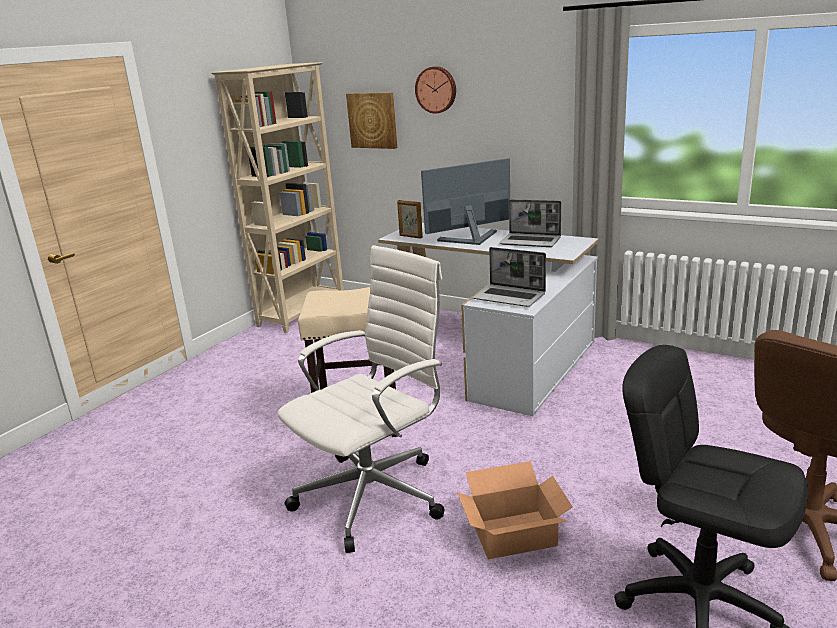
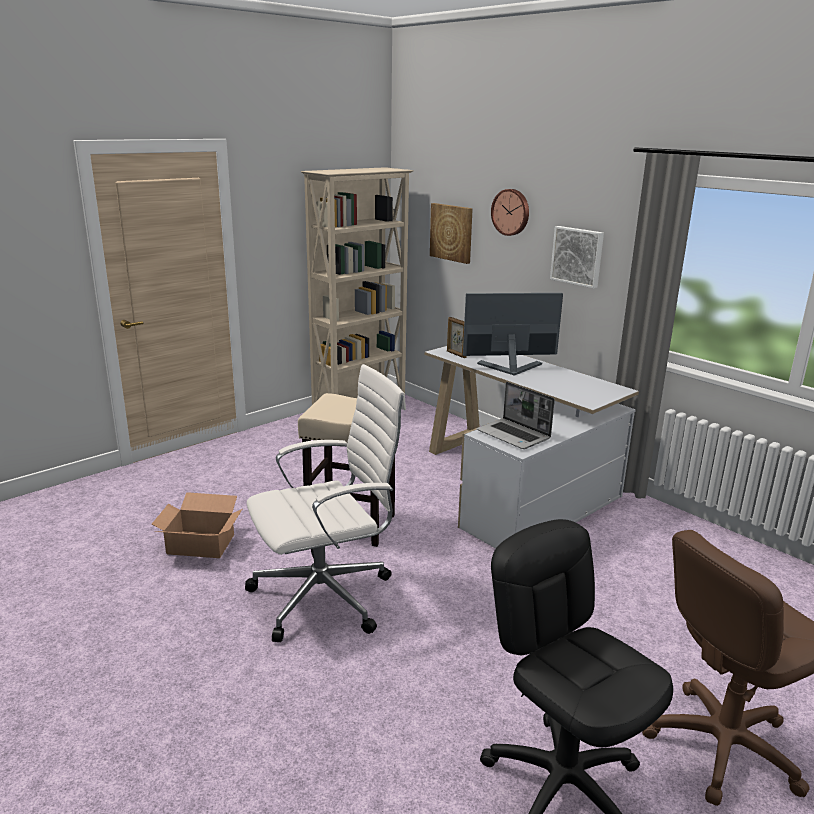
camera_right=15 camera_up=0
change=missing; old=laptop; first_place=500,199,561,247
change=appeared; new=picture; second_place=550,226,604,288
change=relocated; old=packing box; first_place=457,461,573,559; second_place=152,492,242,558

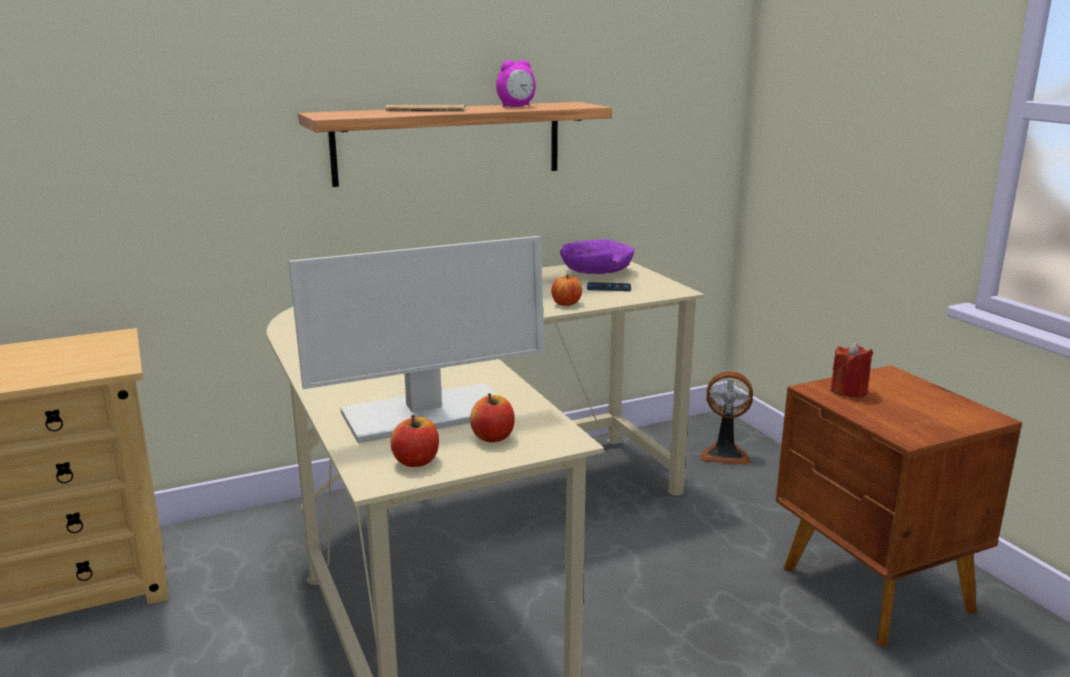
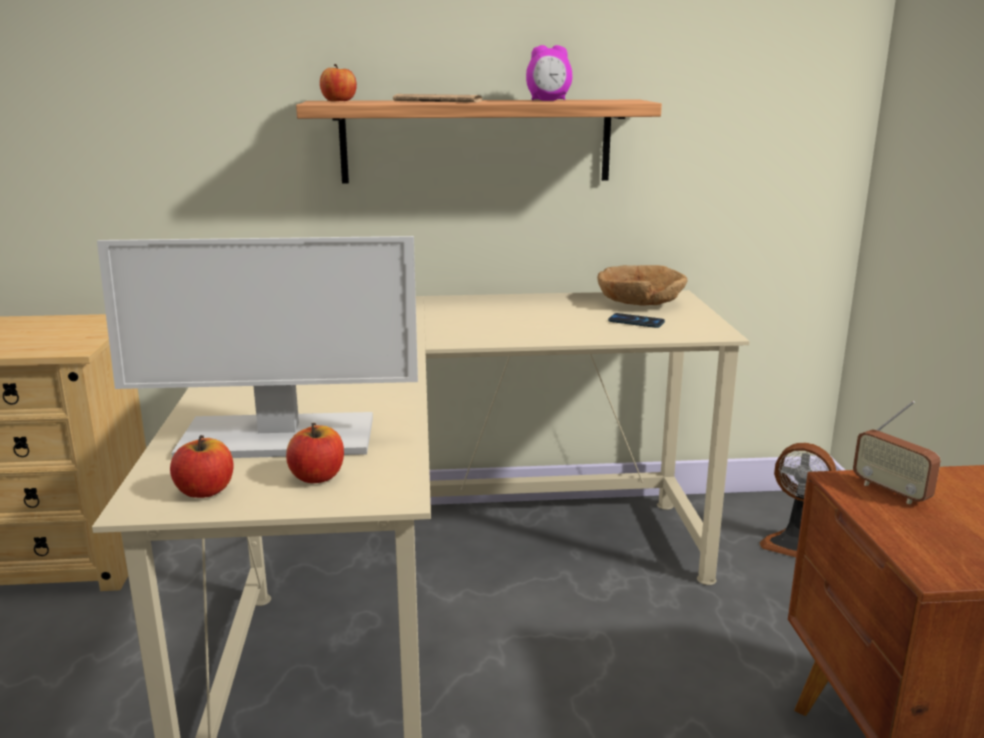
camera_right=20 camera_up=0
change=relocated; old=apple fruit; first_place=551,275,582,306; second_place=320,64,357,101
change=exchanged; old=reddish wax candle; new=radio; first_place=831,342,873,398; second_place=853,401,941,504
change=colour; old=purple-coloured deep dish; new=brownish deep dish; first_place=560,239,634,274; second_place=597,265,687,306

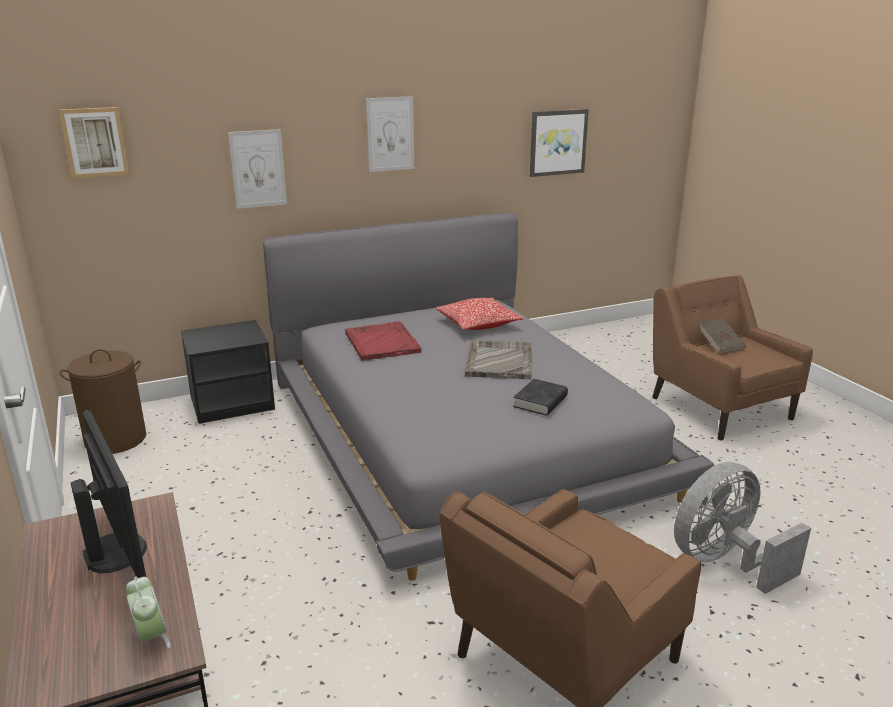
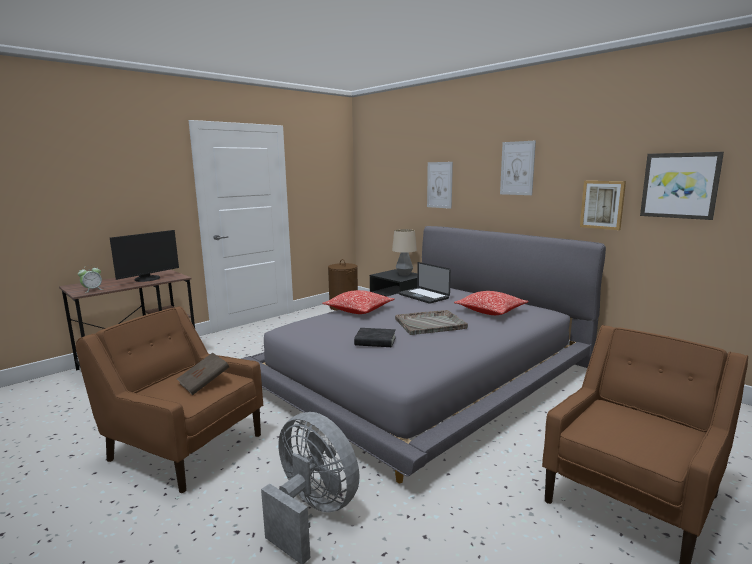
camera_right=70 camera_up=-10
change=appeared; new=throw pillow; second_place=322,290,394,314
change=appeared; new=tabletop lamp; second_place=392,229,417,276
change=relocated; old=picture; first_place=59,107,129,178; second_place=580,181,626,230
change=relocated; old=brownish bound book; first_place=700,318,746,354; second_place=177,353,229,395
change=exchanged; old=reddish tray; new=laptop; first_place=345,321,422,361; second_place=398,262,451,304

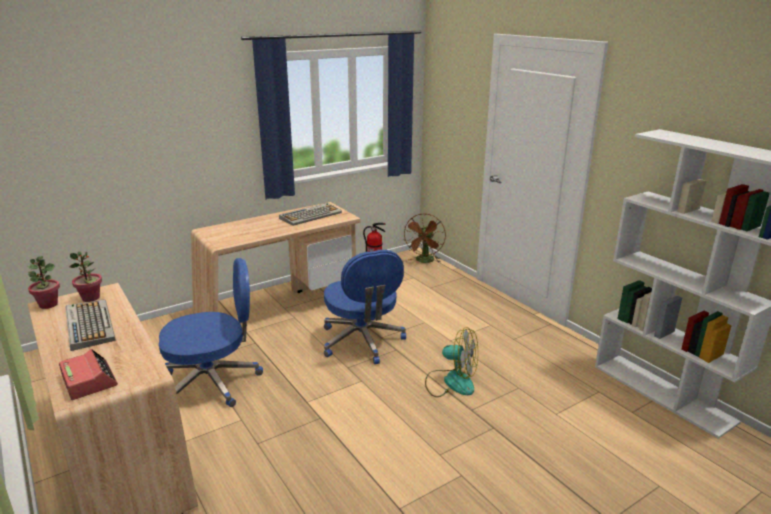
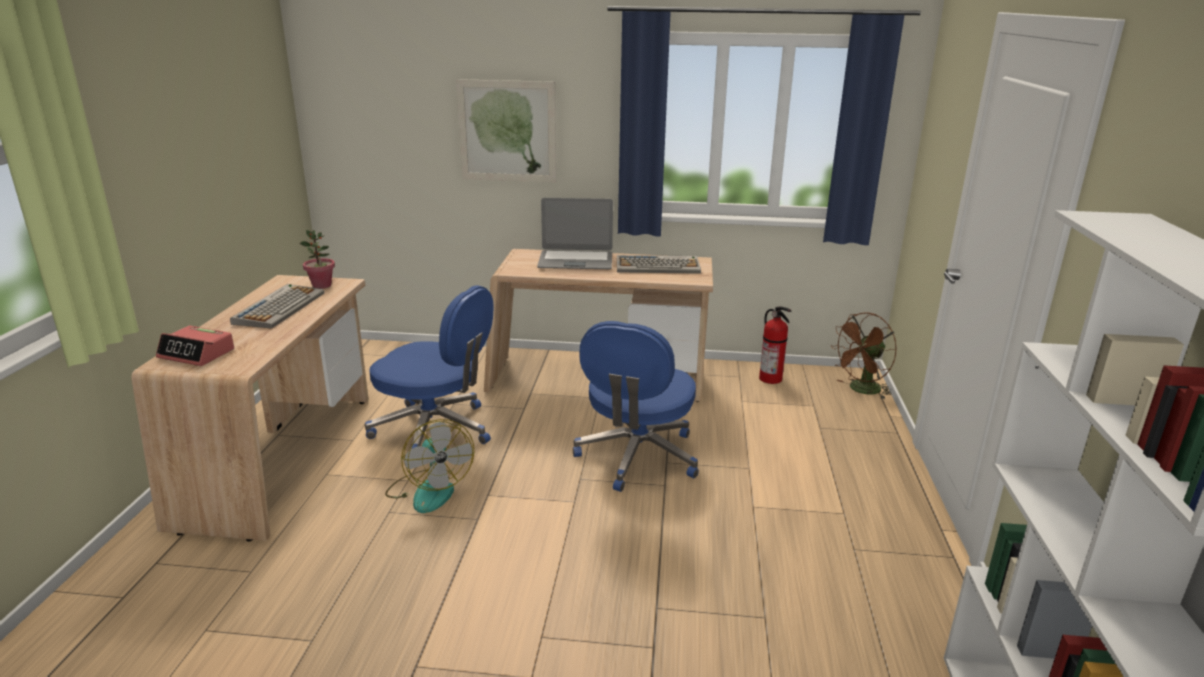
camera_right=40 camera_up=0
change=missing; old=plant in a pot; first_place=28,256,60,309
change=appeared; new=picture; second_place=456,79,556,183
change=appeared; new=laptop; second_place=537,198,613,269
change=relocated; old=fan; first_place=425,327,478,397; second_place=385,419,474,513
change=spun; old=alarm clock; first_place=59,349,118,400; second_place=156,325,234,366; degrees=105

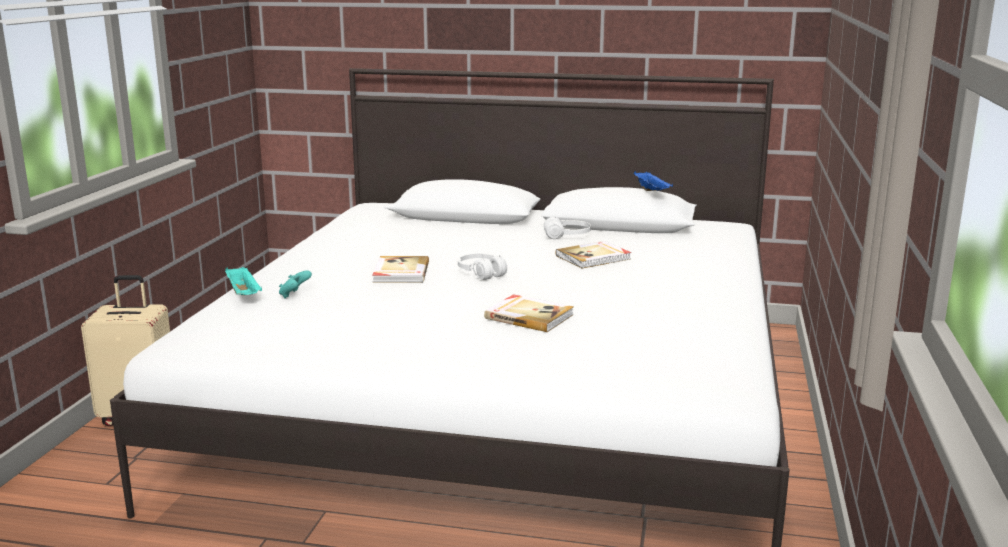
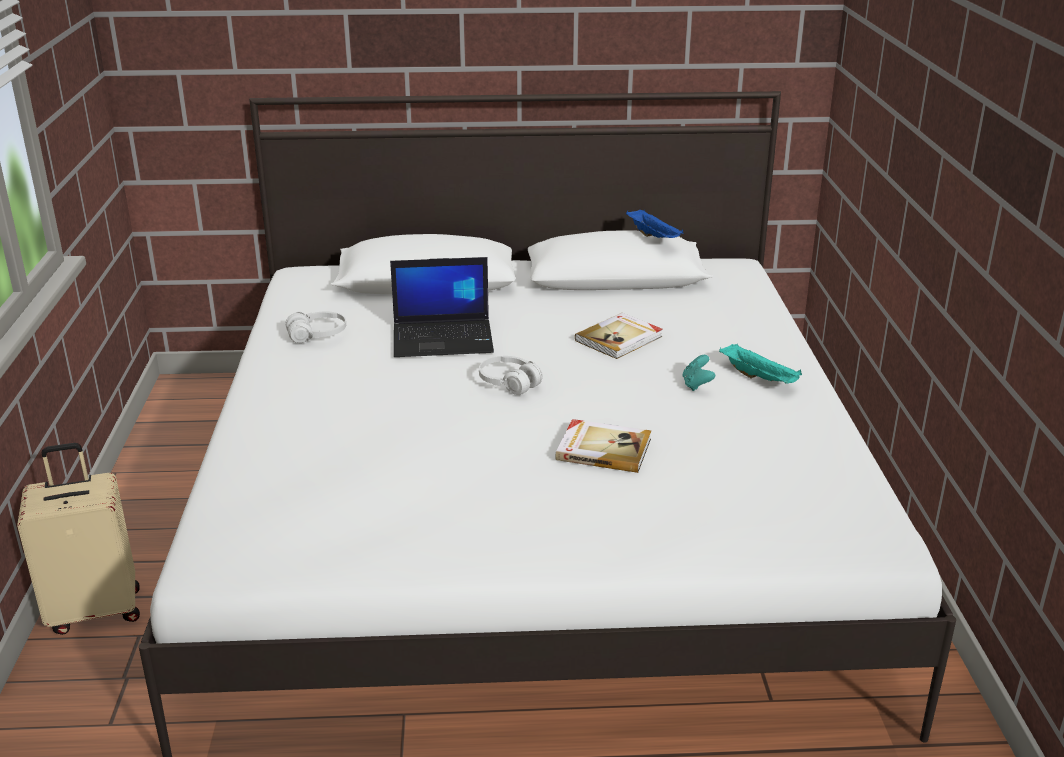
camera_right=-15 camera_up=10
change=missing; old=bound book; first_place=372,256,429,283
change=appeared; new=laptop; second_place=390,257,494,357
change=relocated; old=turquoise-coloured tray; first_place=225,267,262,295; second_place=719,344,802,384
change=relocated; old=turquoise-coloured joypad; first_place=279,270,312,299; second_place=682,355,715,391
change=relocated; old=white-coloured headphones; first_place=544,216,591,239; second_place=285,311,346,343

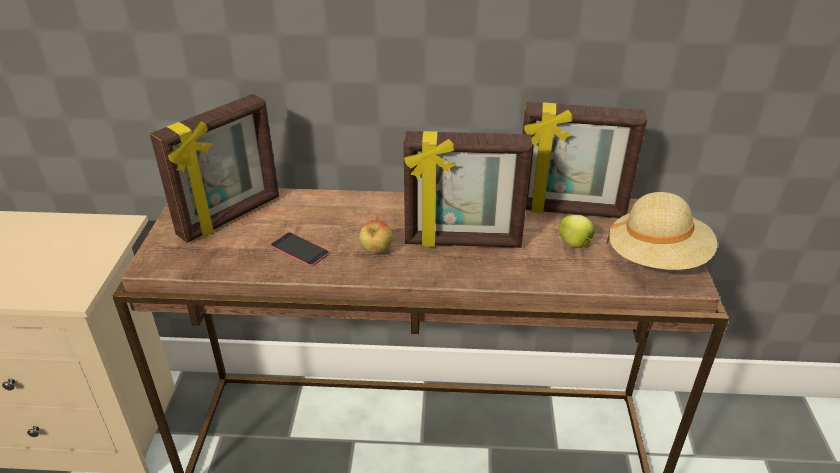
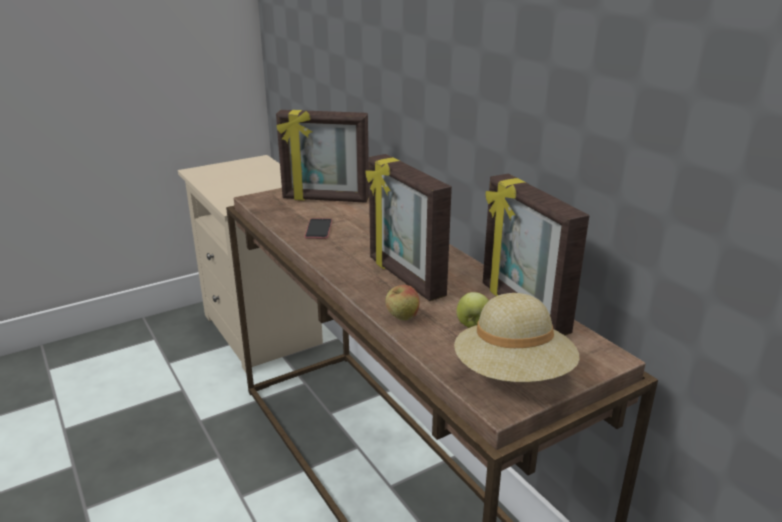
camera_right=55 camera_up=-10
change=relocated; old=apple fruit; first_place=359,220,392,253; second_place=385,285,419,321

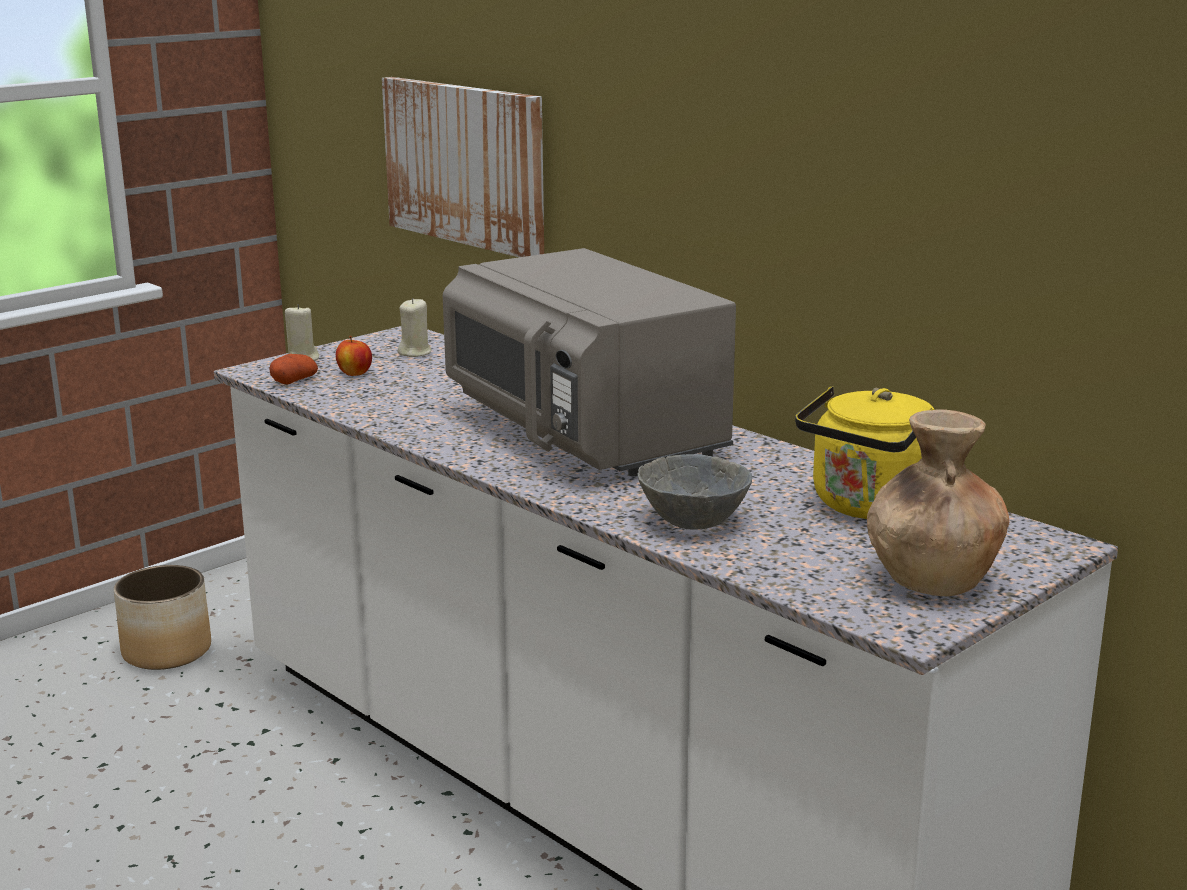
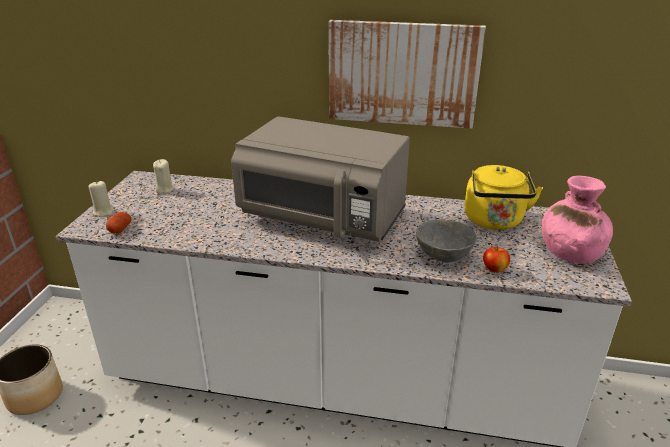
camera_right=-35 camera_up=10
change=relocated; old=apple fruit; first_place=336,336,372,376; second_place=483,246,510,273
change=relocated; old=picture; first_place=382,77,544,257; second_place=329,20,486,129
change=colour; old=brownish decorative vase; new=pink decorative vase; first_place=867,409,1009,596; second_place=541,176,613,264

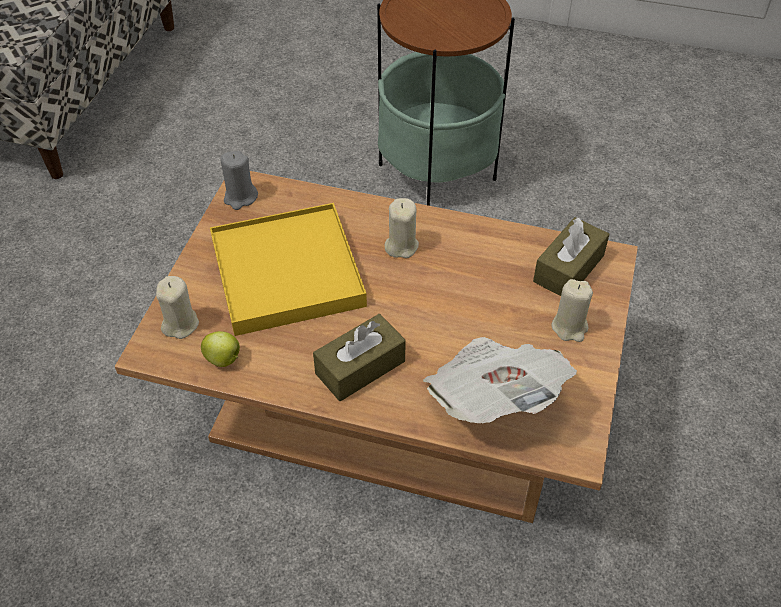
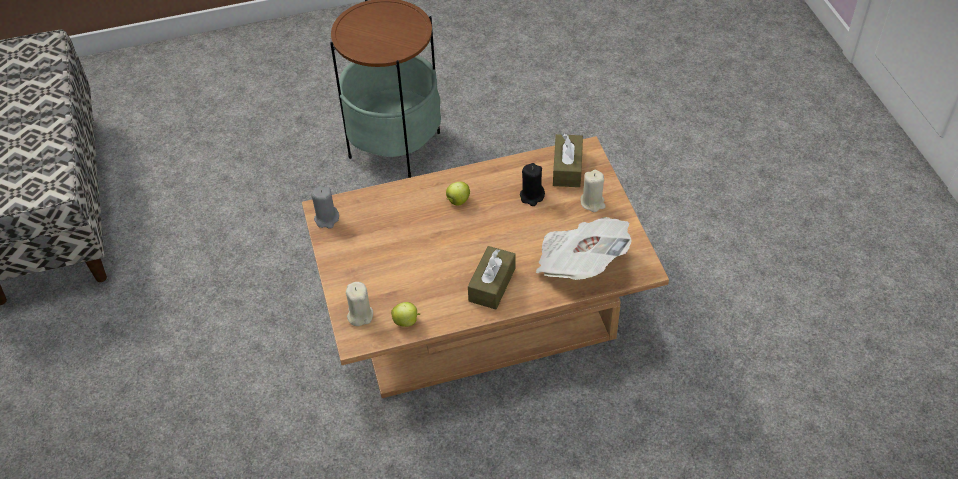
camera_right=-30 camera_up=0
change=missing; old=yellow-coloured tray; first_place=210,203,367,336
change=appeared; new=black wax candle; second_place=520,163,545,206
change=exchanged; old=sand-coloured wax candle; new=apple fruit; first_place=385,198,419,258; second_place=446,182,470,206

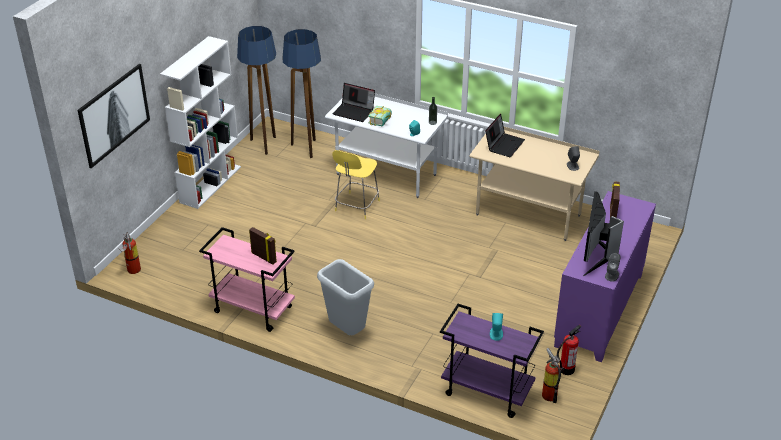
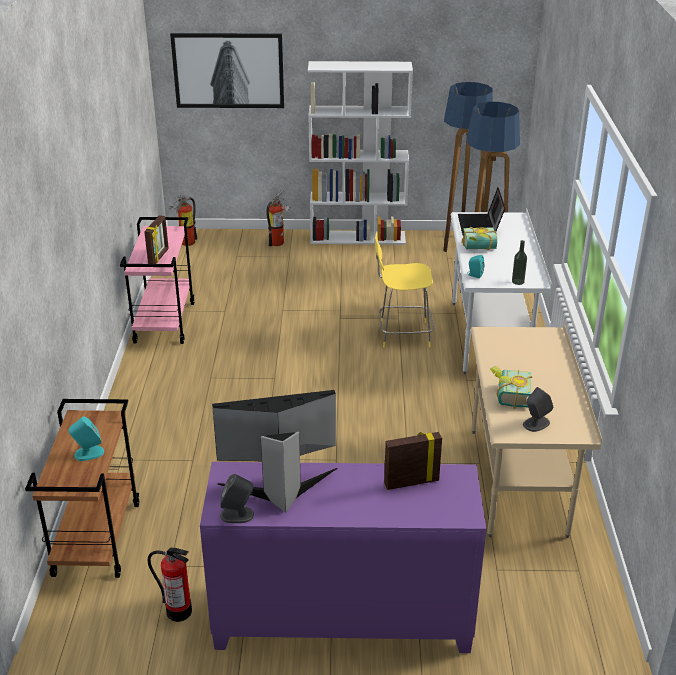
camera_right=65 camera_up=-5
change=missing; old=gray rubbish bin; first_place=317,259,374,335
change=missing; old=laptop; first_place=485,114,525,157
change=appeared; new=bound book; second_place=490,366,532,409
change=relocated; old=fire extinguisher; first_place=542,348,561,403; second_place=266,190,291,246
change=colour; old=purple-coloured trolley; new=brownish trolley; first_place=440,304,544,418; second_place=25,399,139,578

